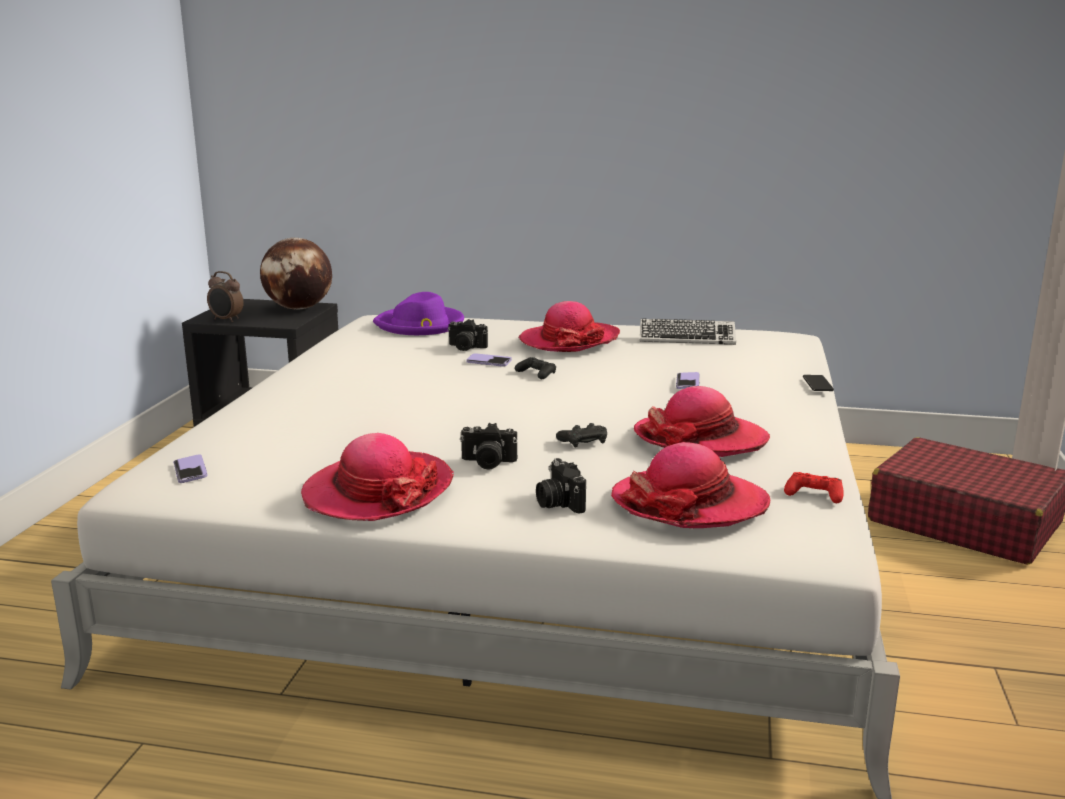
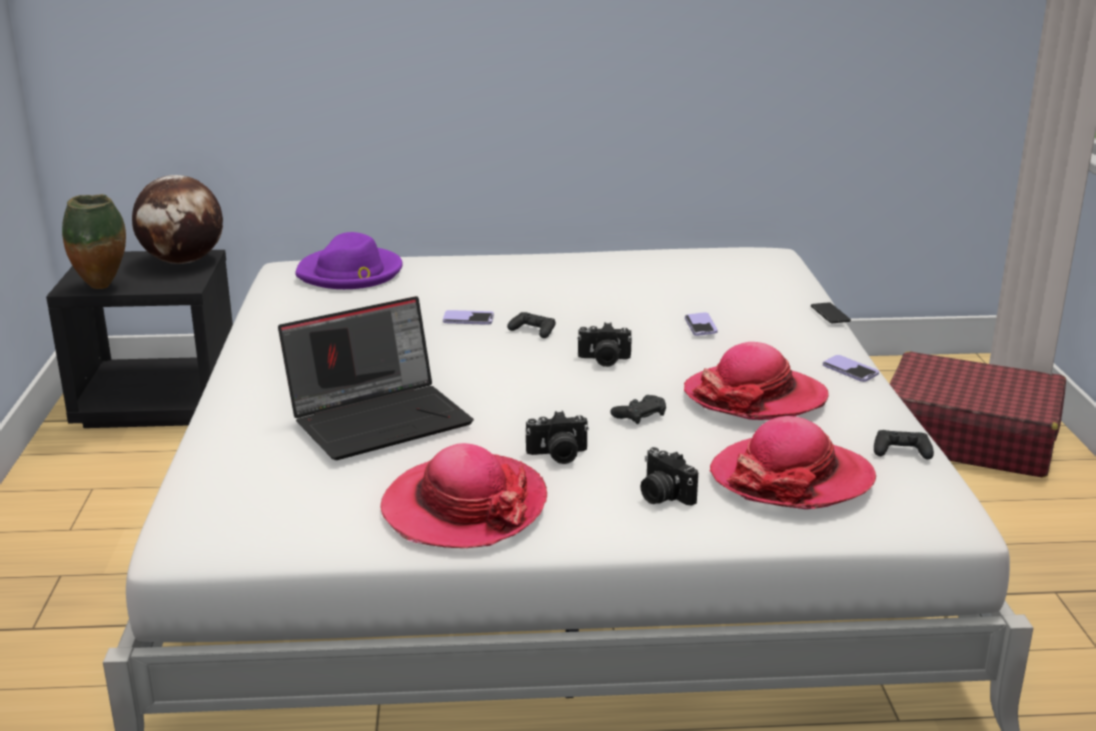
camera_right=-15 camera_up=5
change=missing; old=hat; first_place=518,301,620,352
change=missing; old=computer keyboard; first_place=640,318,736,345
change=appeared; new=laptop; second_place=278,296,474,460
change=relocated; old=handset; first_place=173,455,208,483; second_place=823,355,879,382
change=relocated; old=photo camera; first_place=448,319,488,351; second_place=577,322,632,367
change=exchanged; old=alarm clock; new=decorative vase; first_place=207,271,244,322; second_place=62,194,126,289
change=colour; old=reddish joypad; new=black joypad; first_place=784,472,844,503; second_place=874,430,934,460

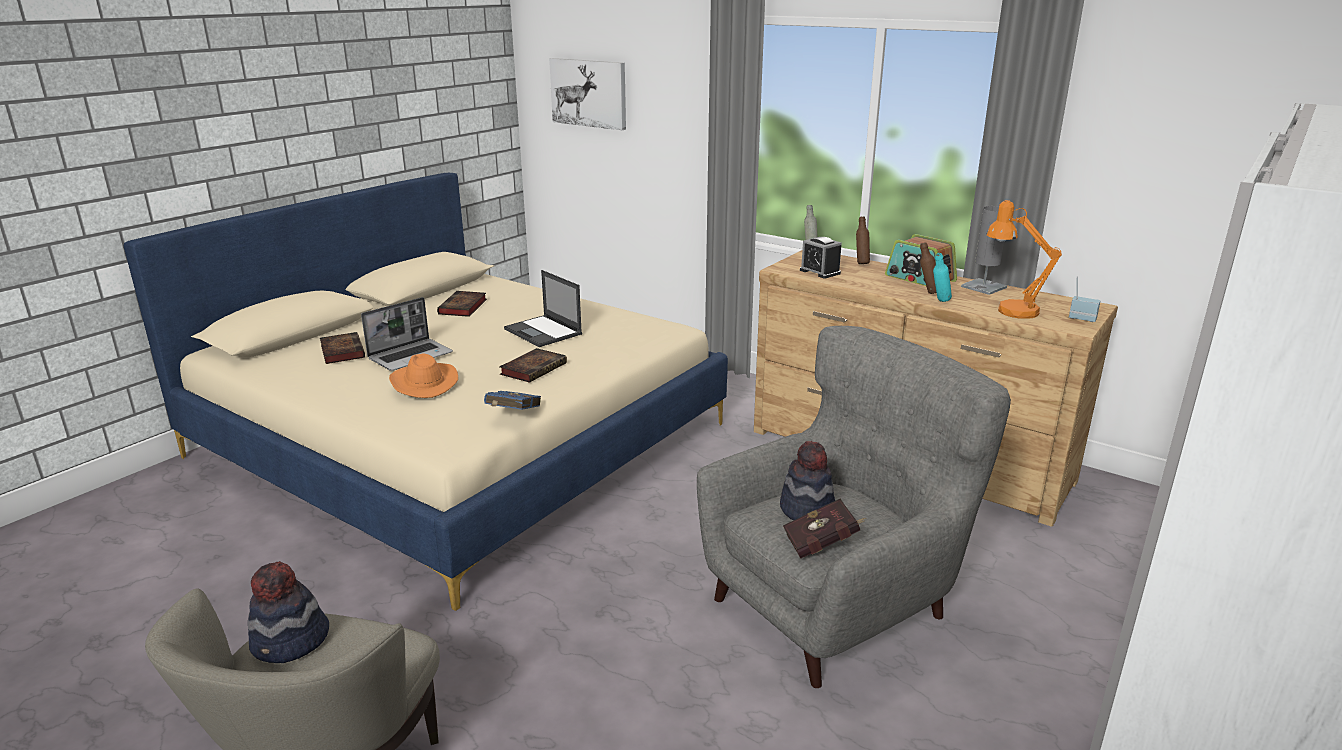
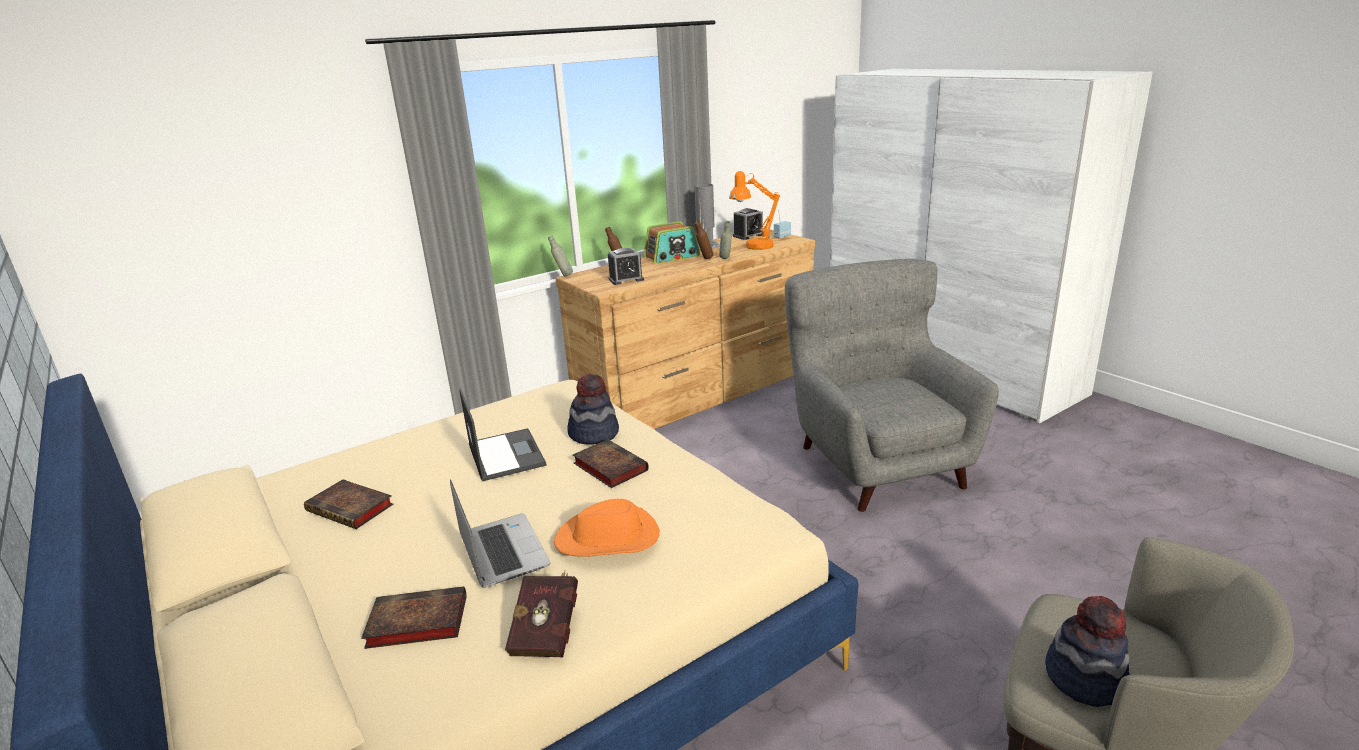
camera_right=-70 camera_up=0
change=missing; old=bluish bound book; first_place=484,391,541,410
change=missing; old=picture; first_place=549,58,626,130
change=appeared; new=alarm clock; second_place=733,208,763,240
change=relocated; old=hat; first_place=780,441,835,520; second_place=567,373,619,445
change=relocated; old=reddish bound book; first_place=783,499,866,559; second_place=505,571,578,657
change=colour; old=turquoise-coloured drink bottle; new=gray drink bottle; first_place=933,253,952,302; second_place=719,221,732,259
change=spun; old=laptop; first_place=504,270,582,347; second_place=459,388,547,481; degrees=-90

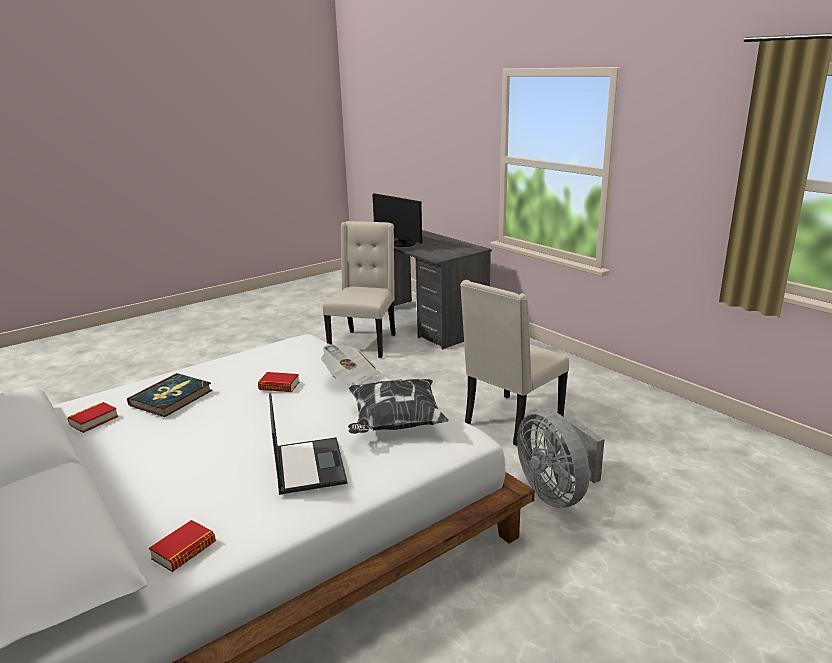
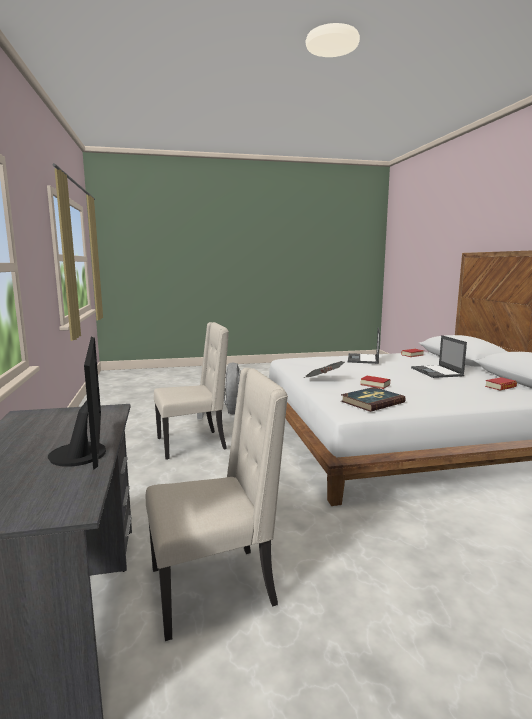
camera_right=-155 camera_up=-10
change=missing; old=throw pillow; first_place=348,379,449,434
change=appeared; new=laptop; second_place=411,335,467,378
change=relocated; old=bound book; first_place=127,373,212,417; second_place=341,387,406,412
change=spun; old=sand-coloured chair; first_place=323,221,396,358; second_place=146,368,288,641; degrees=-150

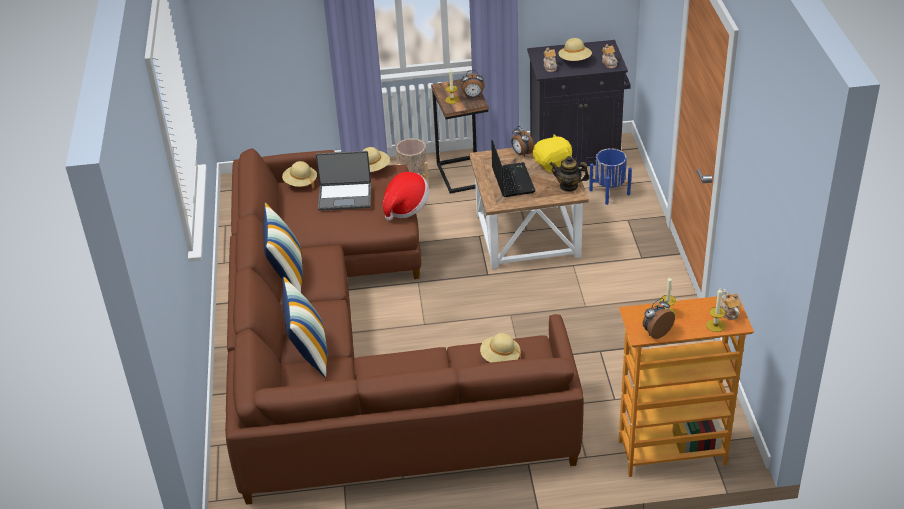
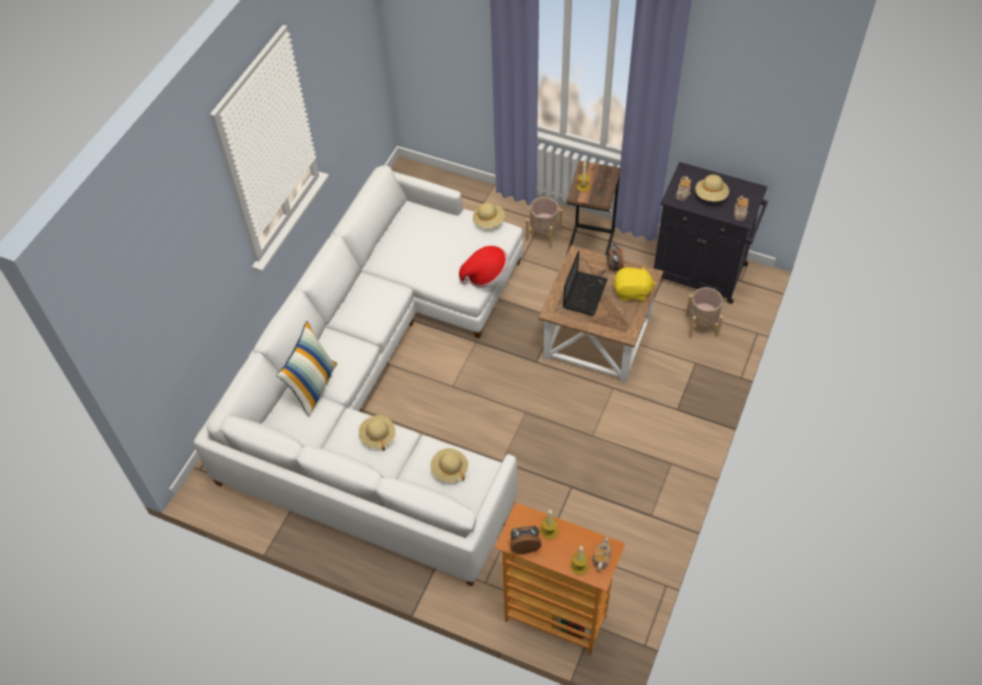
camera_right=30 camera_up=15
change=missing; old=throw pillow; first_place=263,202,303,292
change=missing; old=laptop; first_place=316,151,371,211
change=missing; old=alarm clock; first_place=461,70,485,98
change=missing; old=pot for tea; first_place=550,156,590,192
change=relocated; old=sand-coloured hat; first_place=282,161,317,189; second_place=359,415,396,451
change=colour; old=brownish sofa; new=white-coloured sofa; first_place=225,148,584,505; second_place=193,166,524,586
change=colour; old=bluish plant pot; new=sand-coloured plant pot; first_place=589,148,632,205; second_place=685,287,723,338

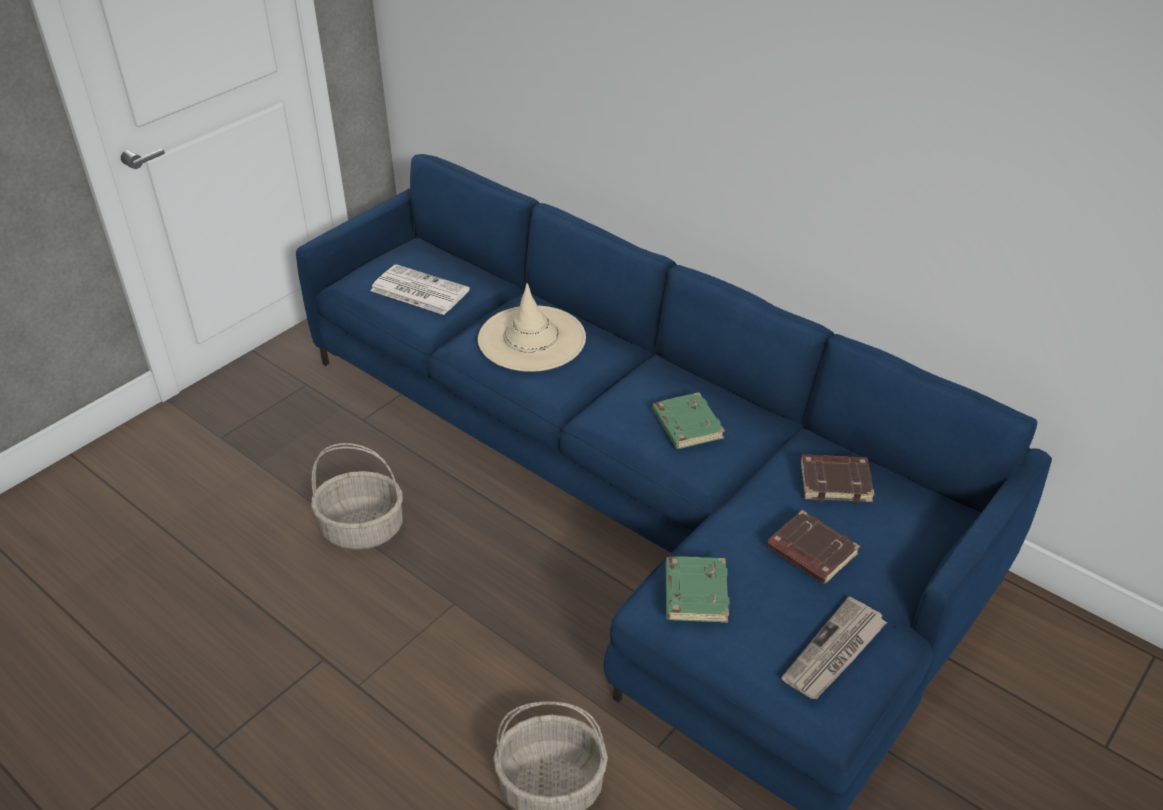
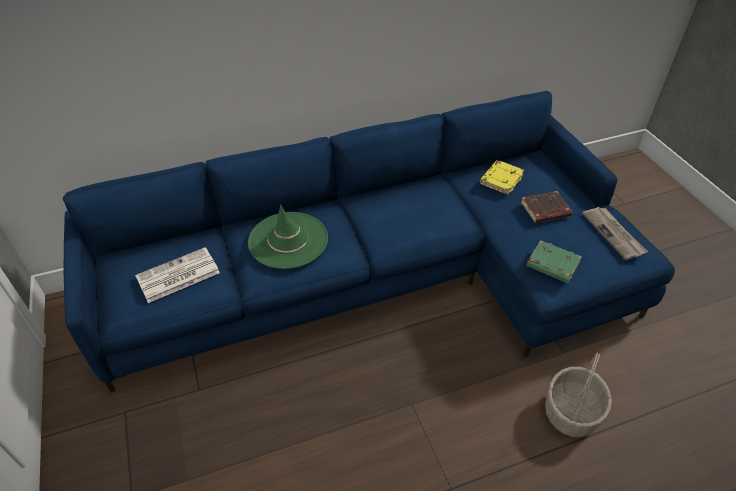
camera_right=-60 camera_up=5
change=missing; old=basket; first_place=311,443,403,550
change=missing; old=green-coloured bound book; first_place=652,392,725,449
change=colour; old=sand-coloured hat; new=green-coloured hat; first_place=478,283,586,372; second_place=248,205,328,269
change=colour; old=brownish bound book; new=yellow-coloured bound book; first_place=801,455,875,503; second_place=480,160,525,195

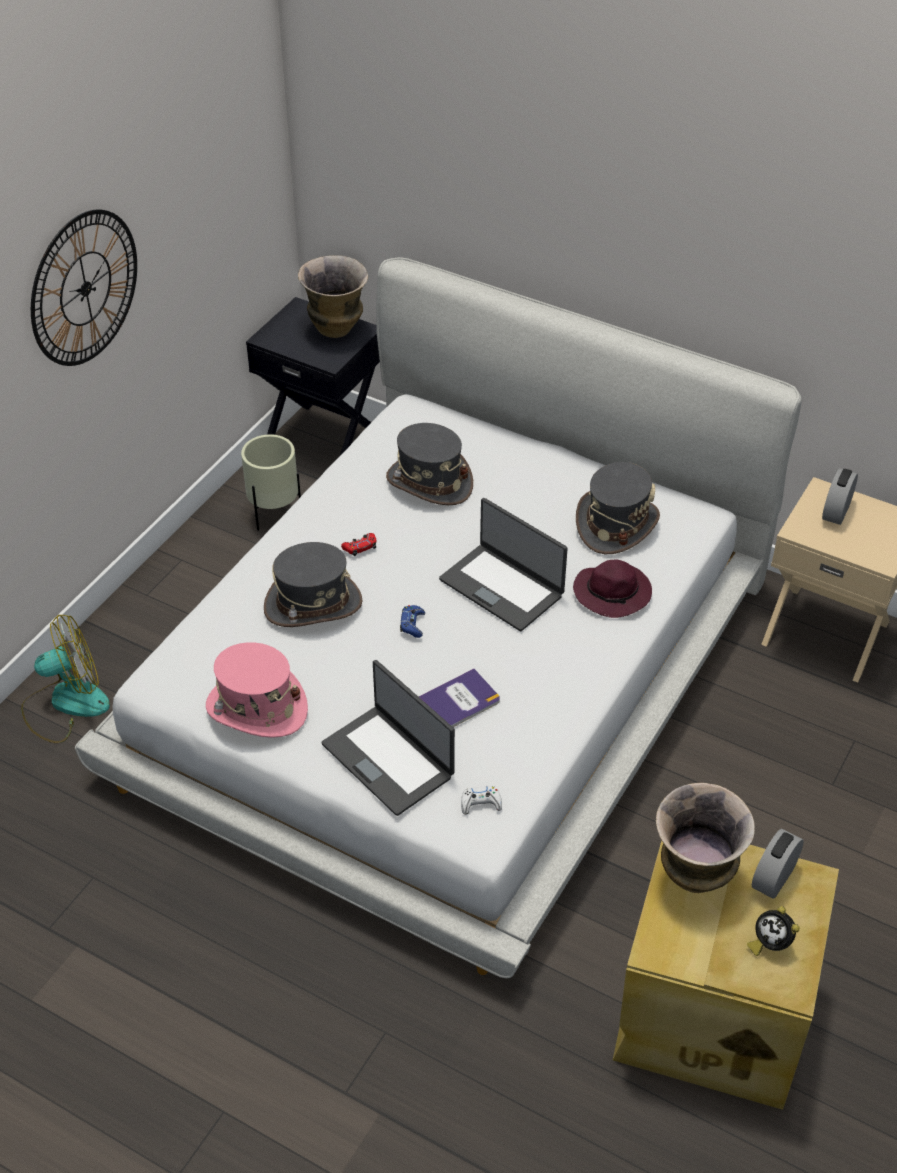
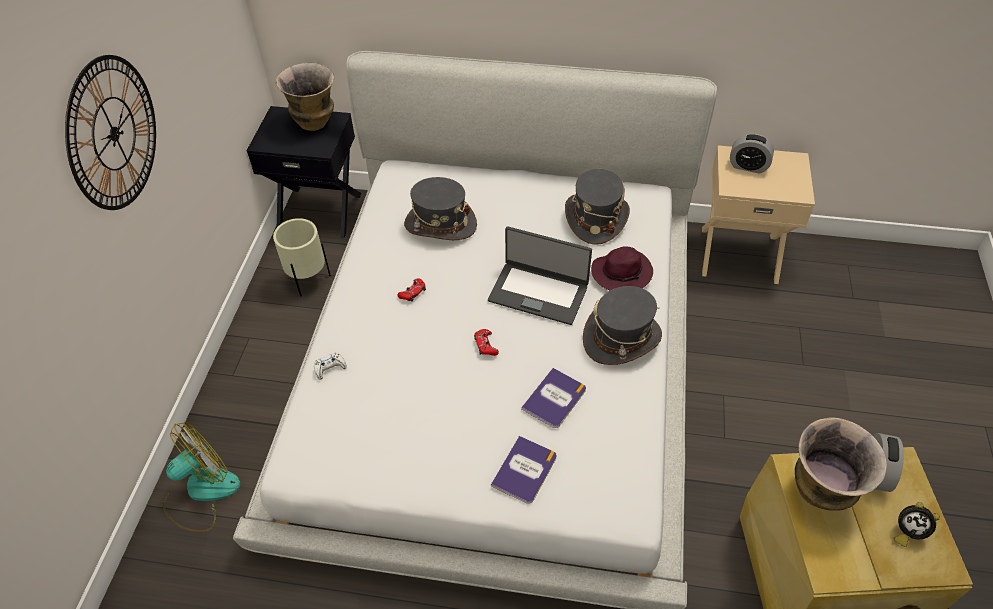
camera_right=-20 camera_up=5
change=missing; old=pink hat; first_place=206,642,308,738
change=relocated; old=gray hat; first_place=264,542,363,627; second_place=583,286,662,365
change=relocated; old=white-coloured joypad; first_place=461,786,502,815; second_place=314,353,347,380
change=exchanged; old=laptop; new=bound book; first_place=321,660,455,816; second_place=491,436,557,504
change=colour; old=bluish joypad; new=reddish joypad; first_place=400,605,425,638; second_place=474,329,499,356
change=spun; old=alarm clock; first_place=822,468,858,525; second_place=730,134,774,174; degrees=-75

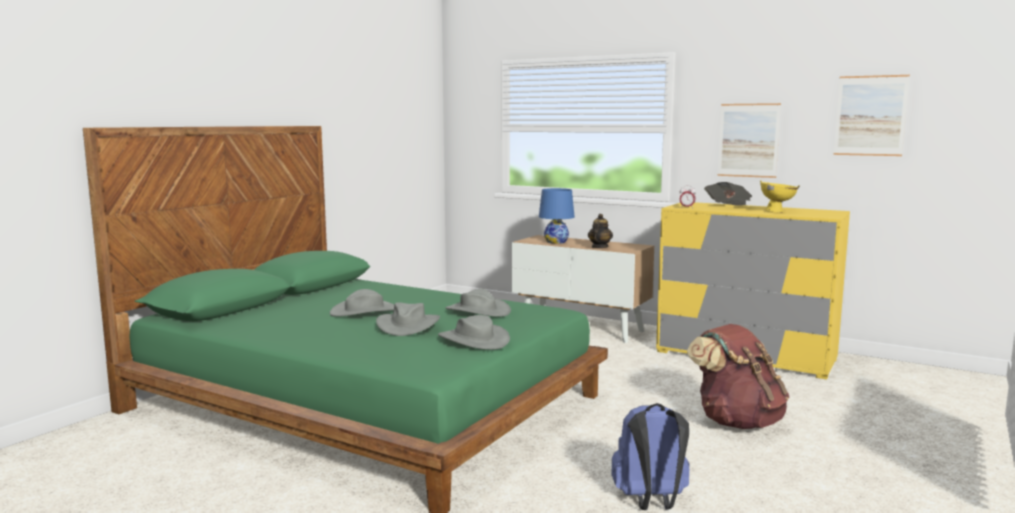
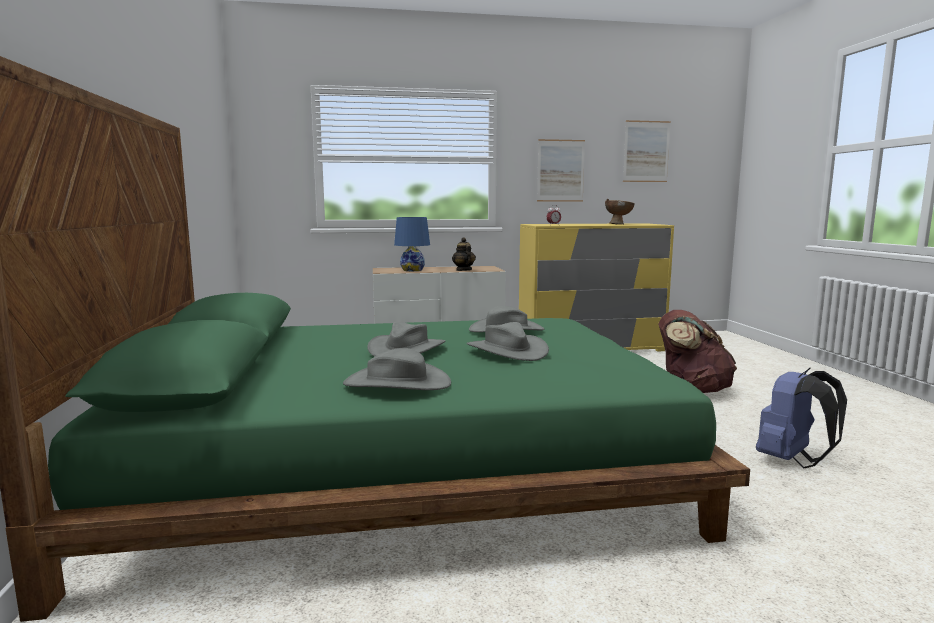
camera_right=-40 camera_up=0
change=missing; old=newspaper; first_place=704,182,752,206
change=relocated; old=gray hat; first_place=438,315,510,350; second_place=343,348,451,390
change=colour; old=yellow-coloured deep dish; new=brownish deep dish; first_place=760,180,800,213; second_place=605,199,635,224

